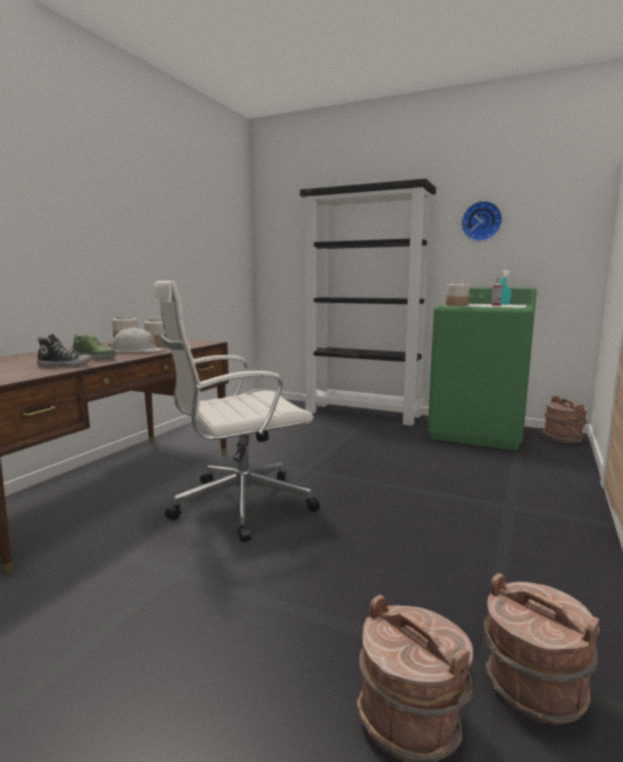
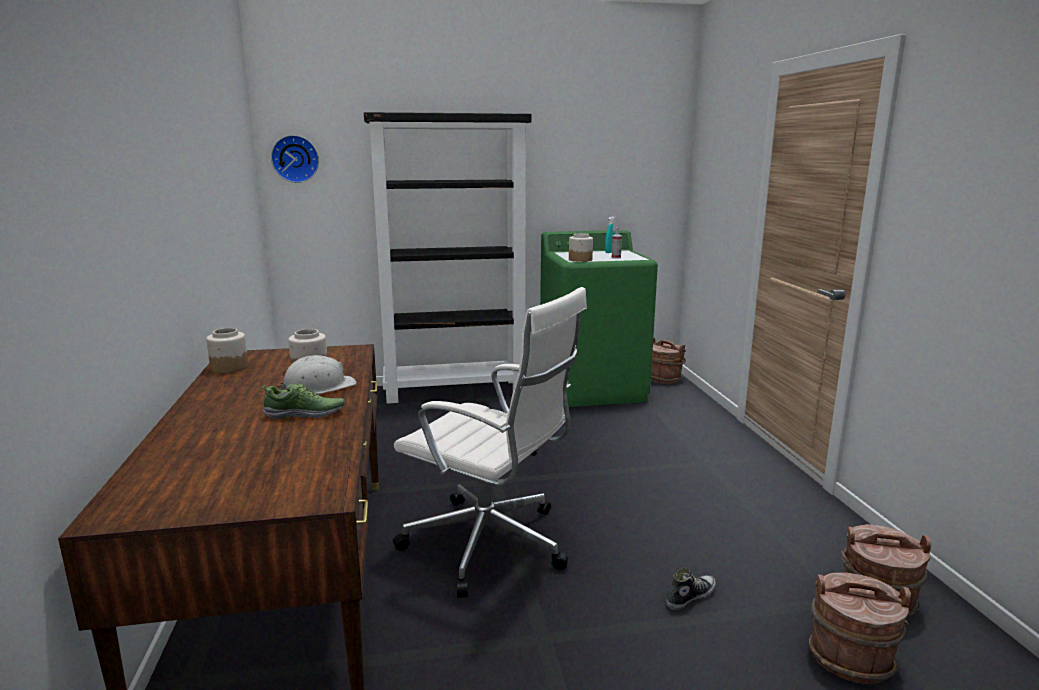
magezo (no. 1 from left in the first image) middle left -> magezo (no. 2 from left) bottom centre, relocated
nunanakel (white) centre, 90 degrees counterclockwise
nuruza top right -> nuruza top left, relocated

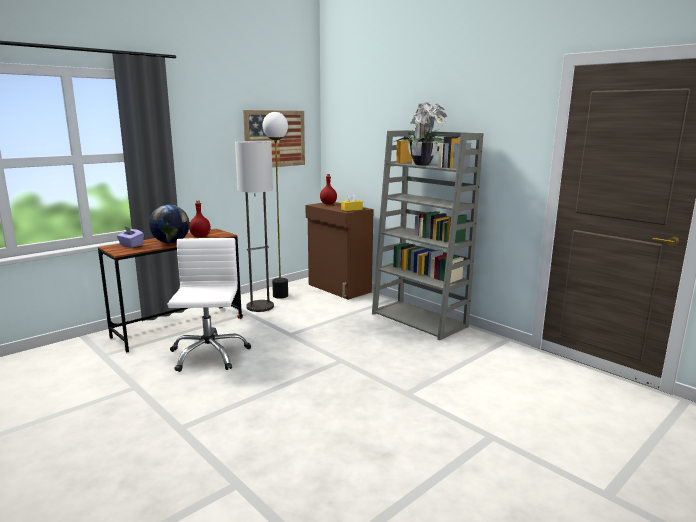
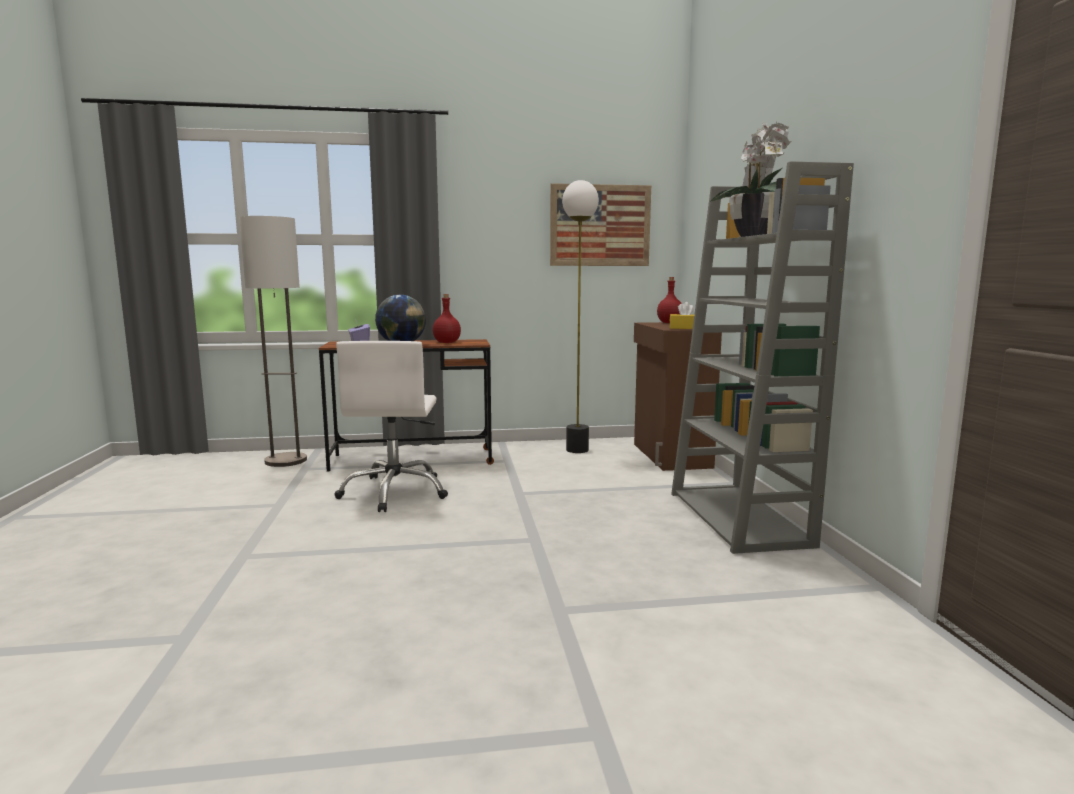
nunanakel (white) middle left -> nunanakel (white) centre, 150 degrees clockwise
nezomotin (no. 1 from left) centre -> nezomotin (no. 1 from left) middle left, relocated

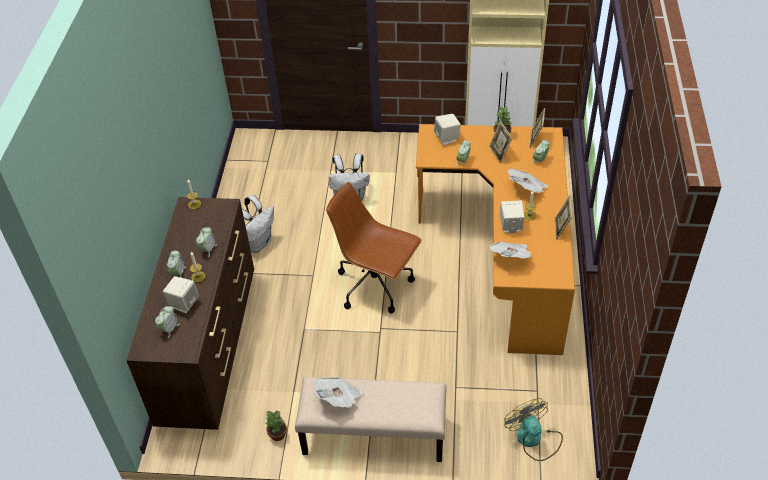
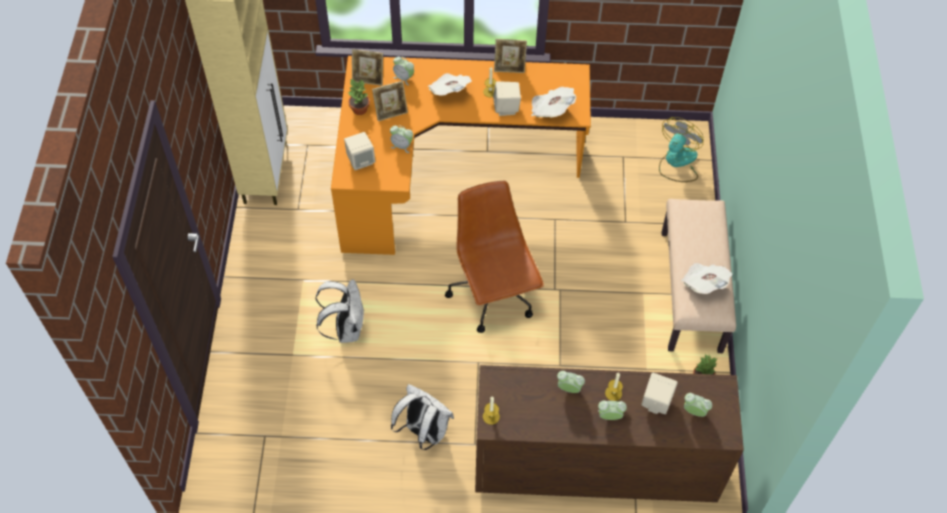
nunanakel (brown) centre, 135 degrees clockwise
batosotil bottom right -> batosotil top right, 150 degrees clockwise

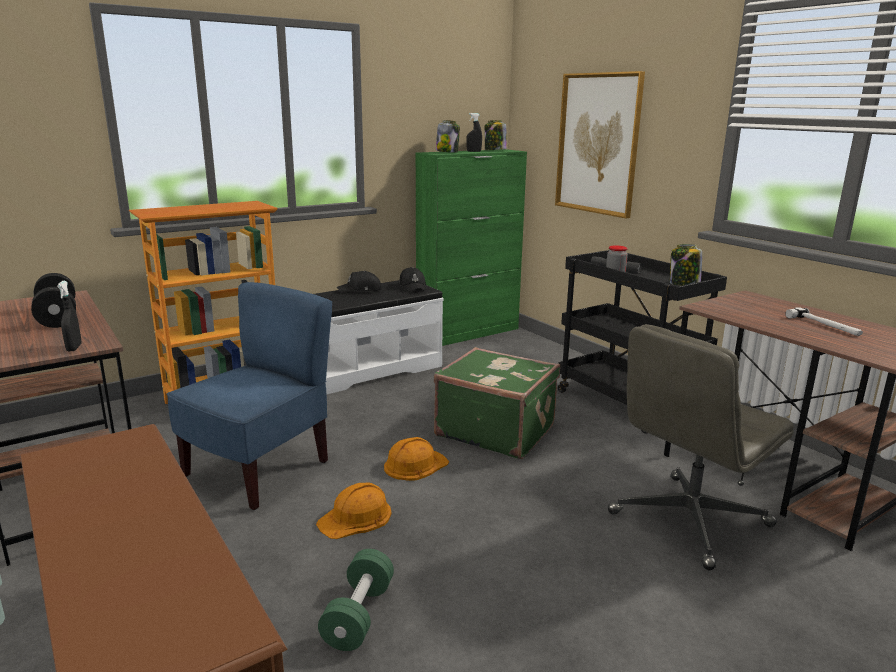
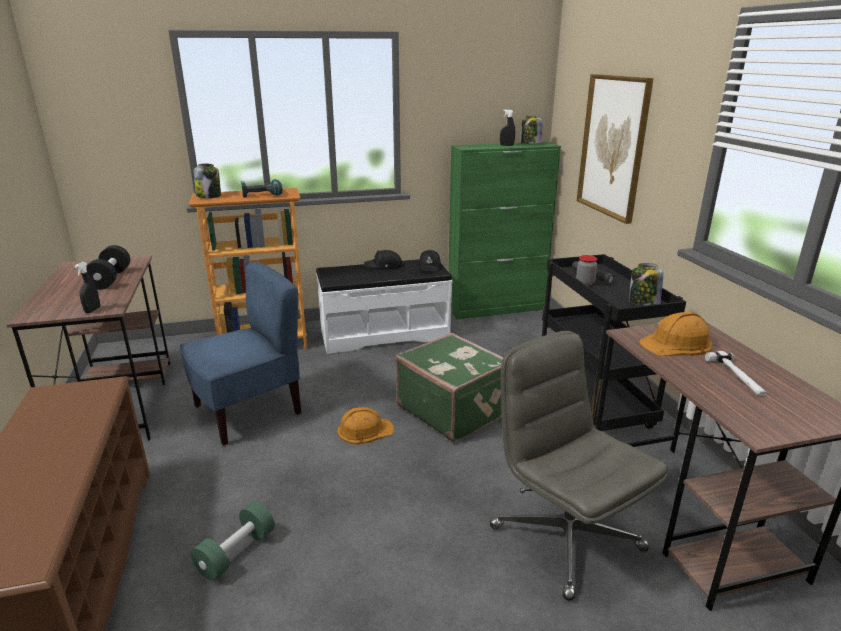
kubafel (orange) (no. 1 from left in the first image) bottom centre -> kubafel (orange) (no. 2 from left) middle right, relocated
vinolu (no. 1 from left) top centre -> vinolu (no. 1 from left) top left, relocated
nunanakel (grey) middle right -> nunanakel (grey) bottom right, 75 degrees clockwise
none -> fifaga top left

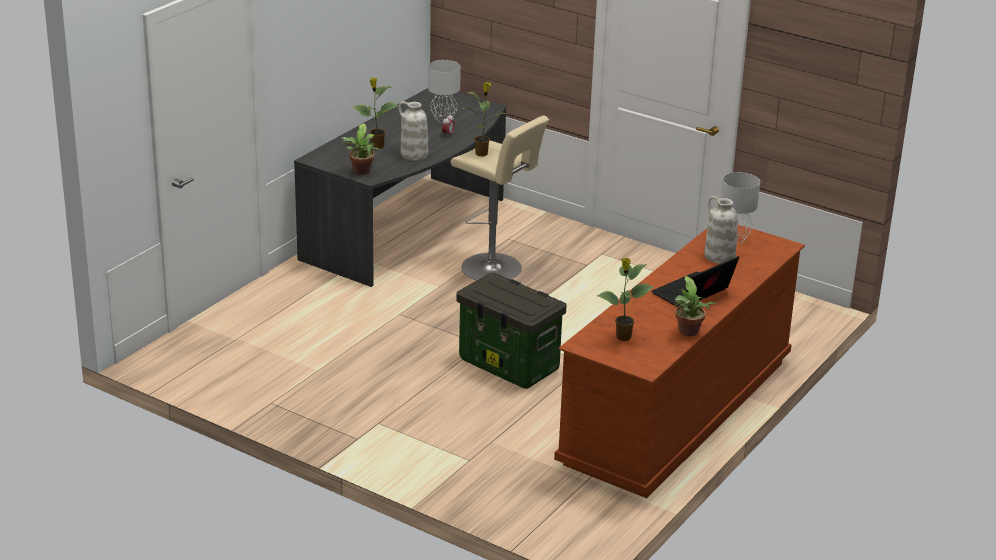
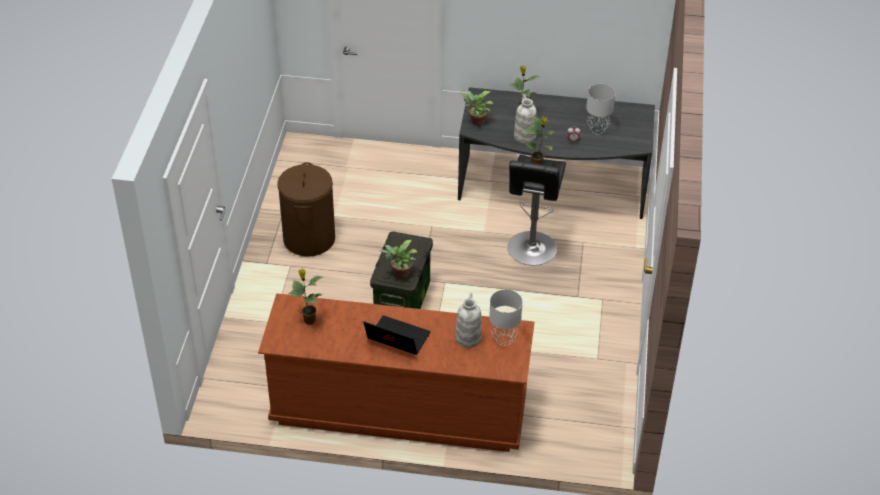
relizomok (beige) centre -> relizomok (black) centre
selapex (no. 5 from left in the first image) middle right -> selapex (no. 2 from left) centre, relocated
none -> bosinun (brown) centre

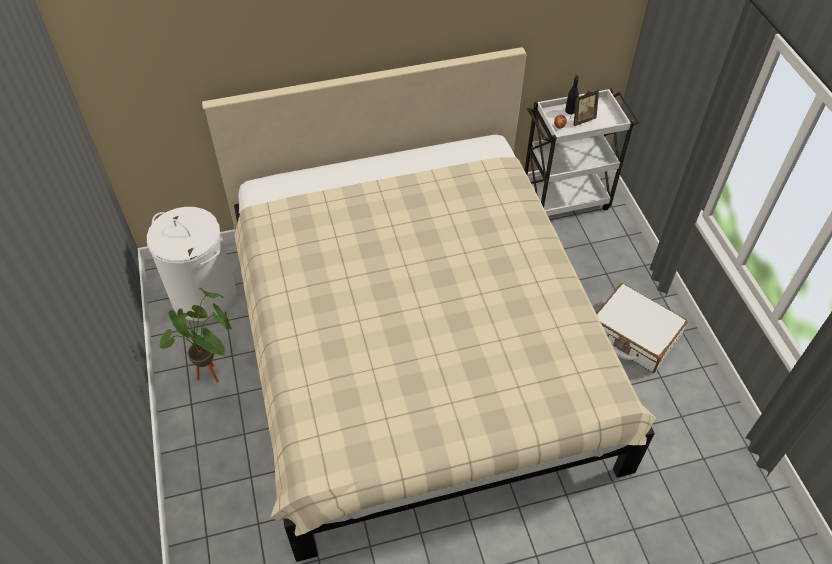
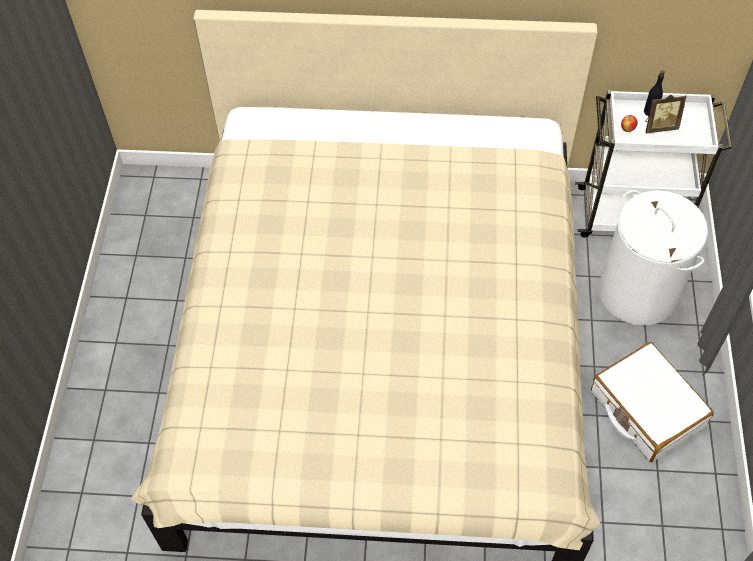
bosinun (white) middle left -> bosinun (white) middle right, relocated
selapex middle left -> none

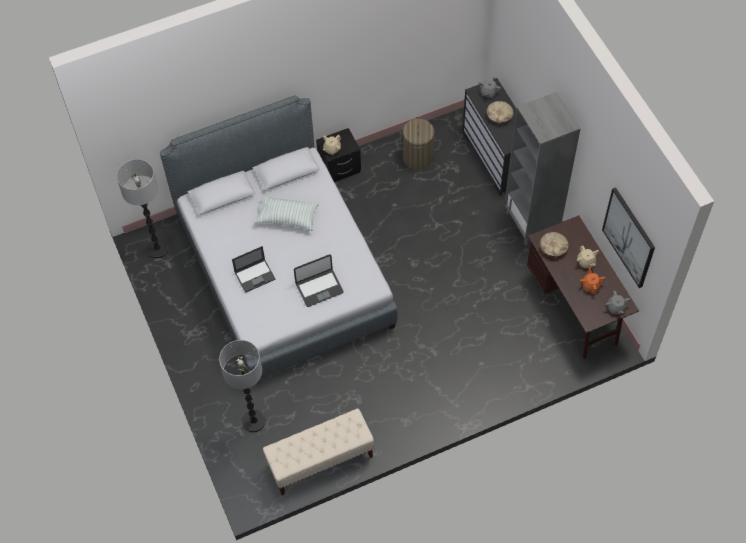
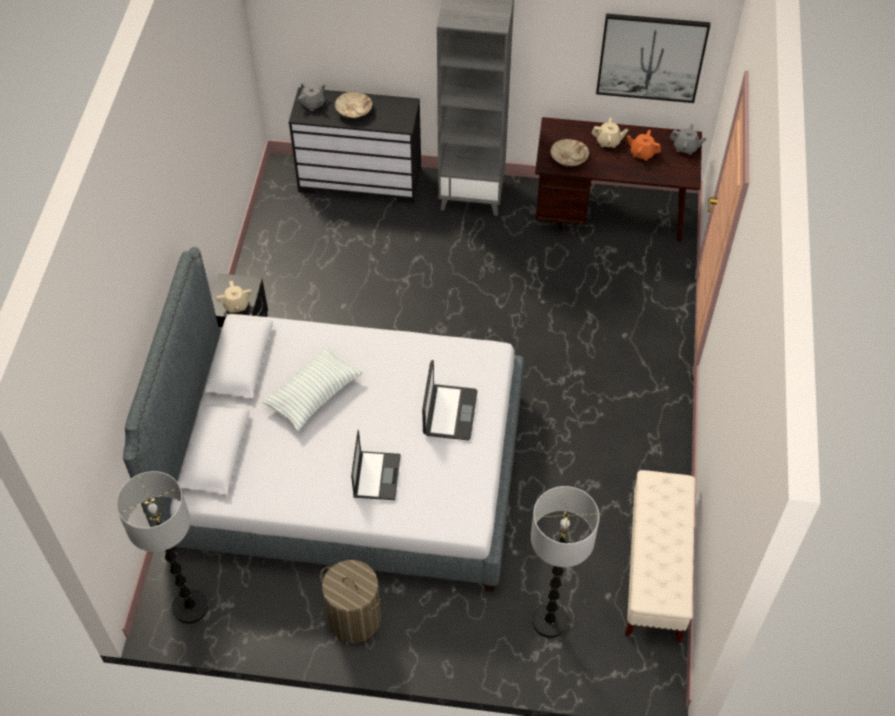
bosinun top centre -> bosinun bottom centre, relocated

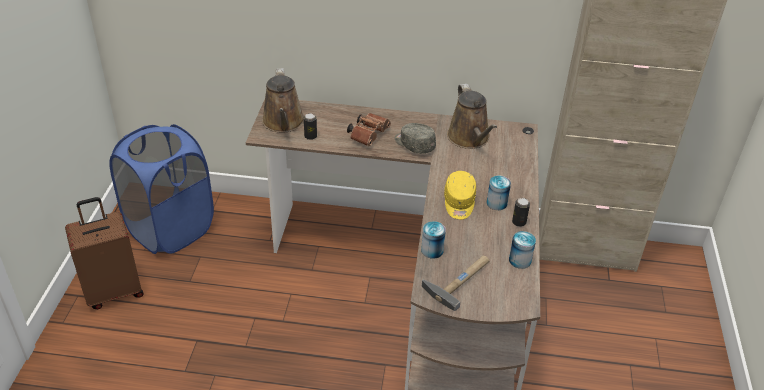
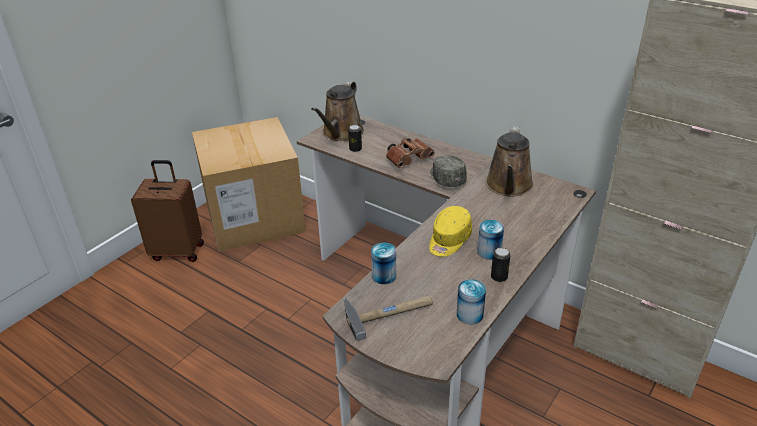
bosinun (blue) middle left -> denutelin middle left

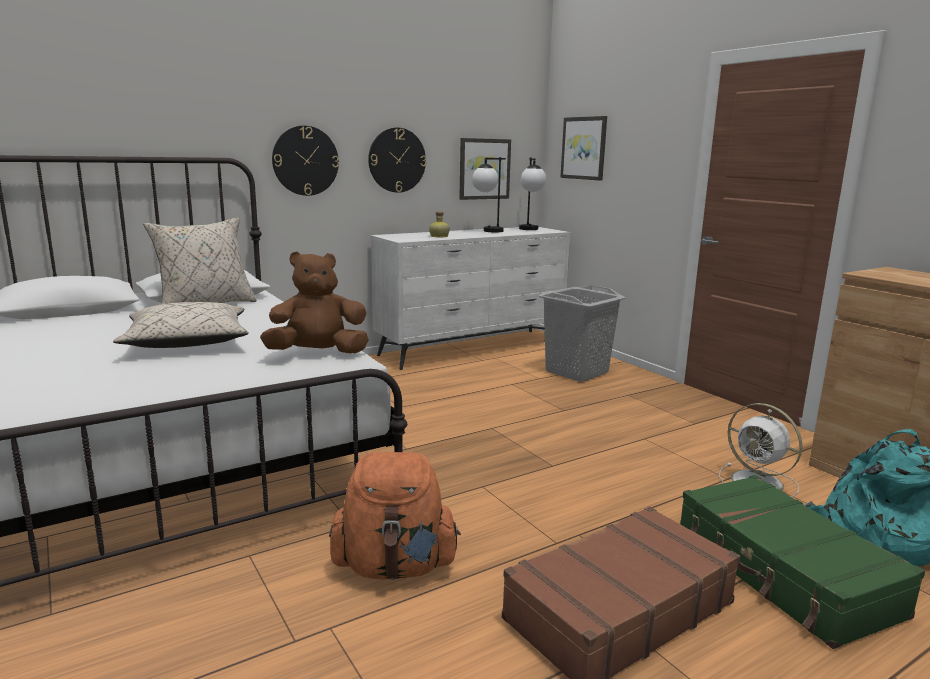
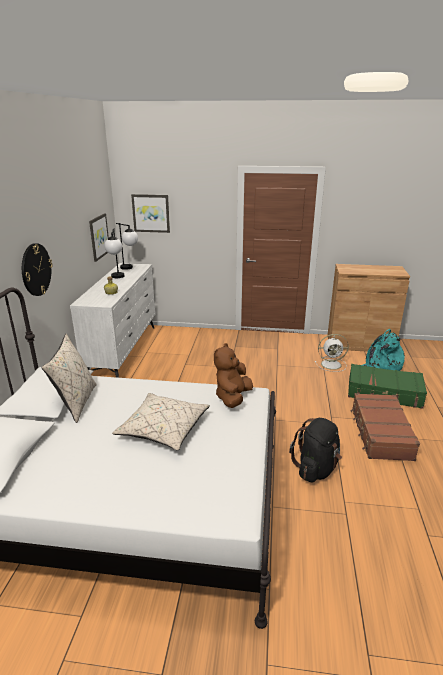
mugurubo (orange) bottom centre -> mugurubo (black) bottom right
nuruza (no. 2 from left) top centre -> none
bosinun (grey) centre -> none

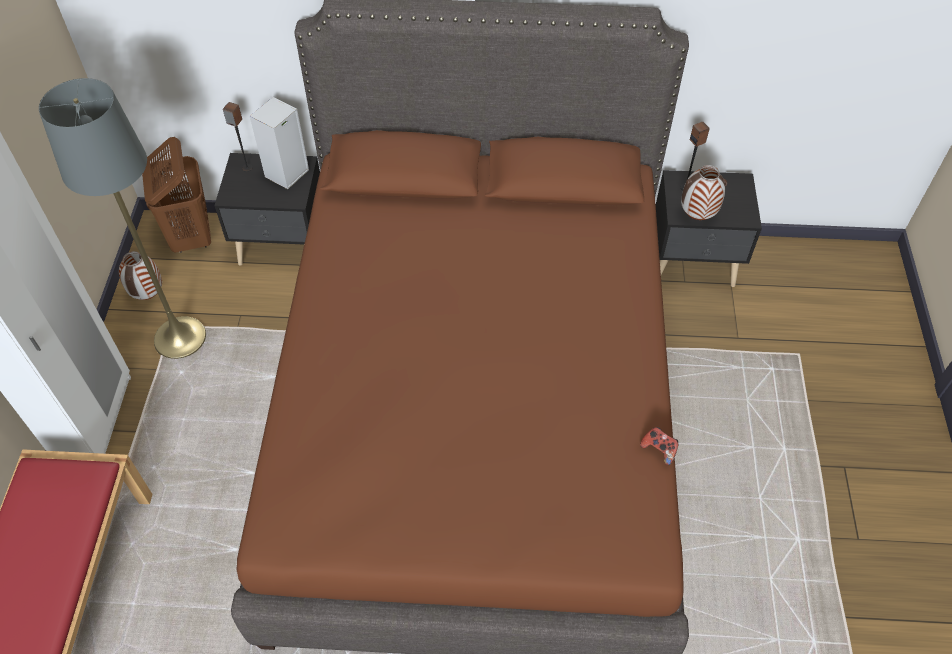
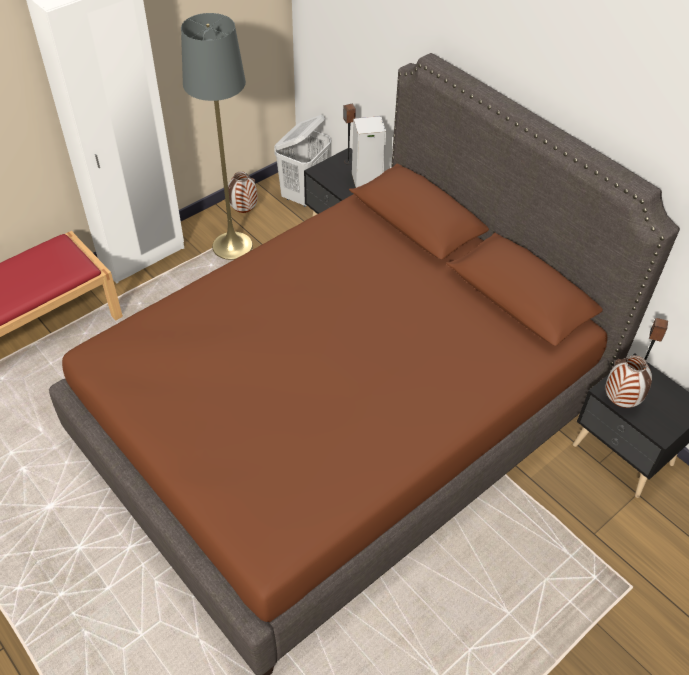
bosinun (brown) top left -> bosinun (white) top centre
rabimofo bottom right -> none

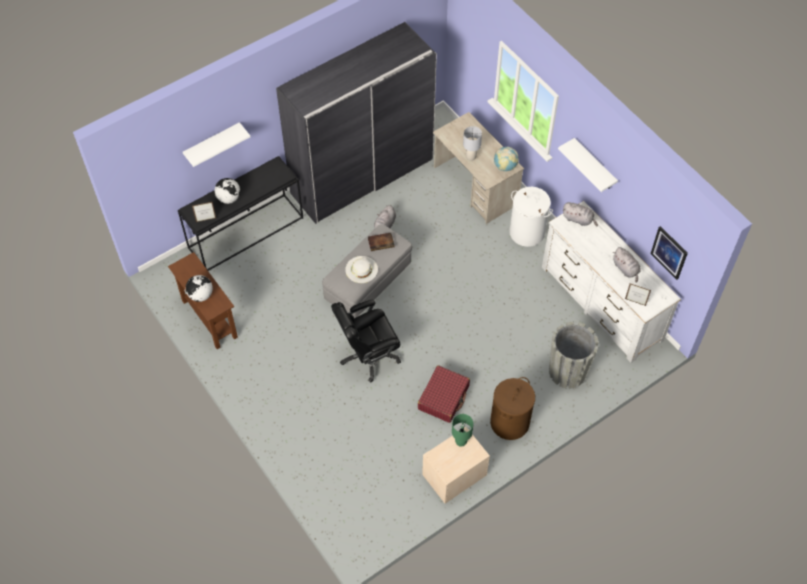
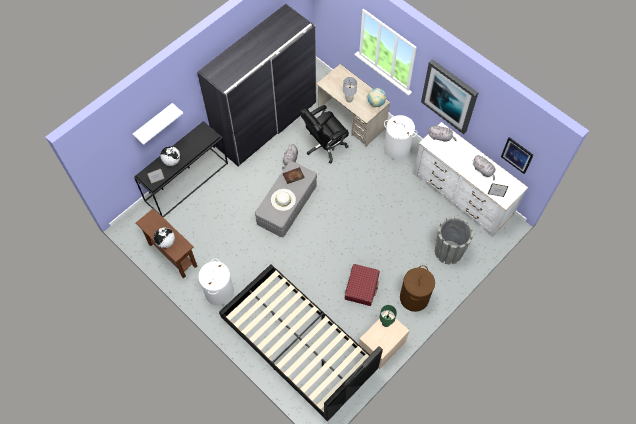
nunanakel (black) centre -> nunanakel (black) top centre, relocated
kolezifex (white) (no. 2 from left) top right -> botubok (no. 1 from left) top right
none -> bosinun (white) (no. 1 from left) centre
none -> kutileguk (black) bottom centre

